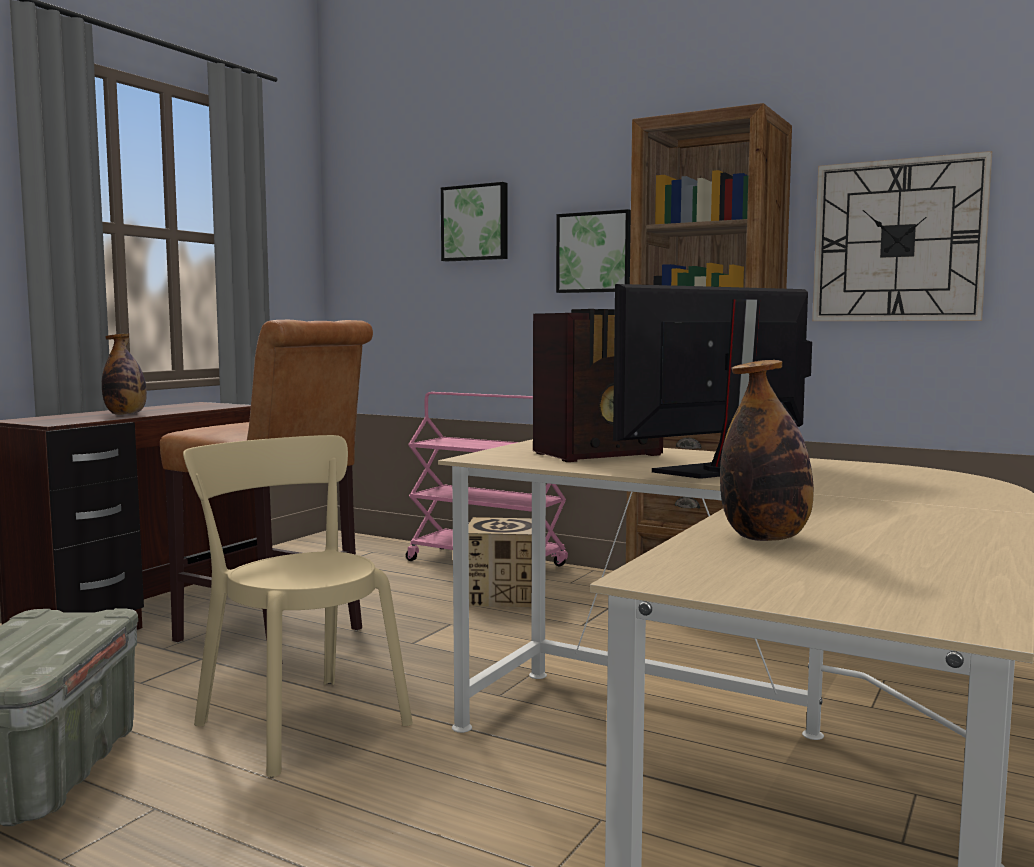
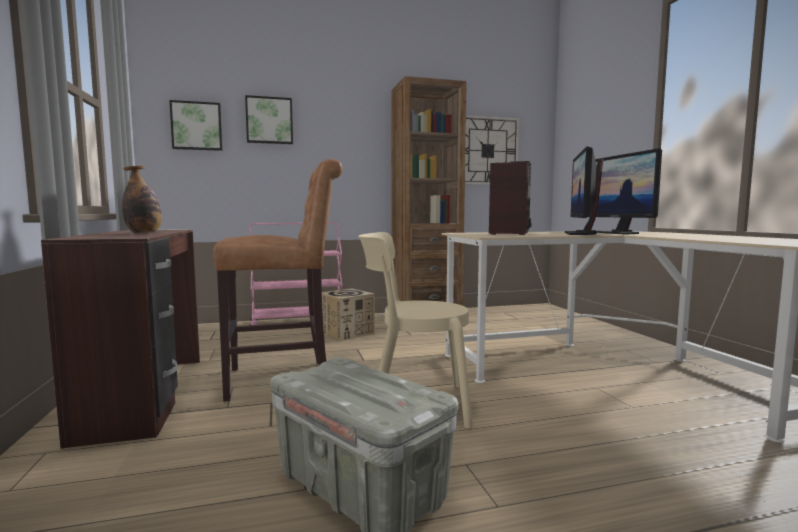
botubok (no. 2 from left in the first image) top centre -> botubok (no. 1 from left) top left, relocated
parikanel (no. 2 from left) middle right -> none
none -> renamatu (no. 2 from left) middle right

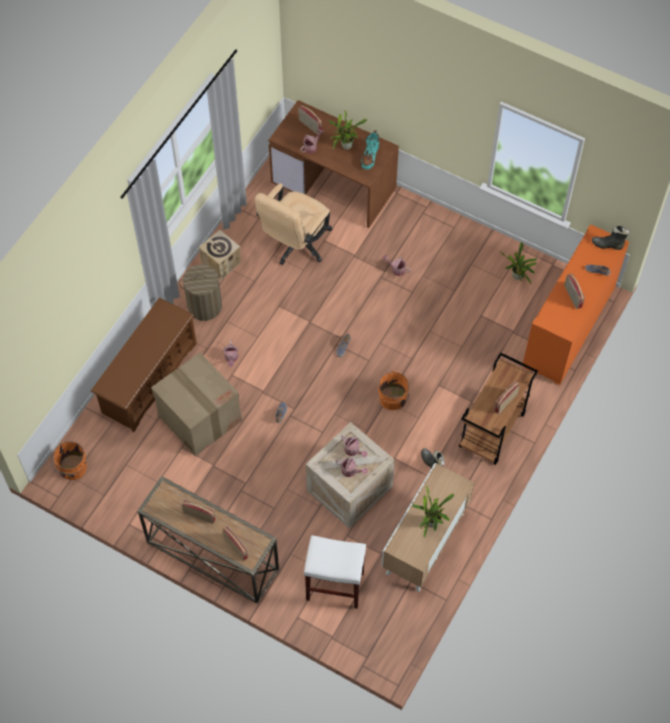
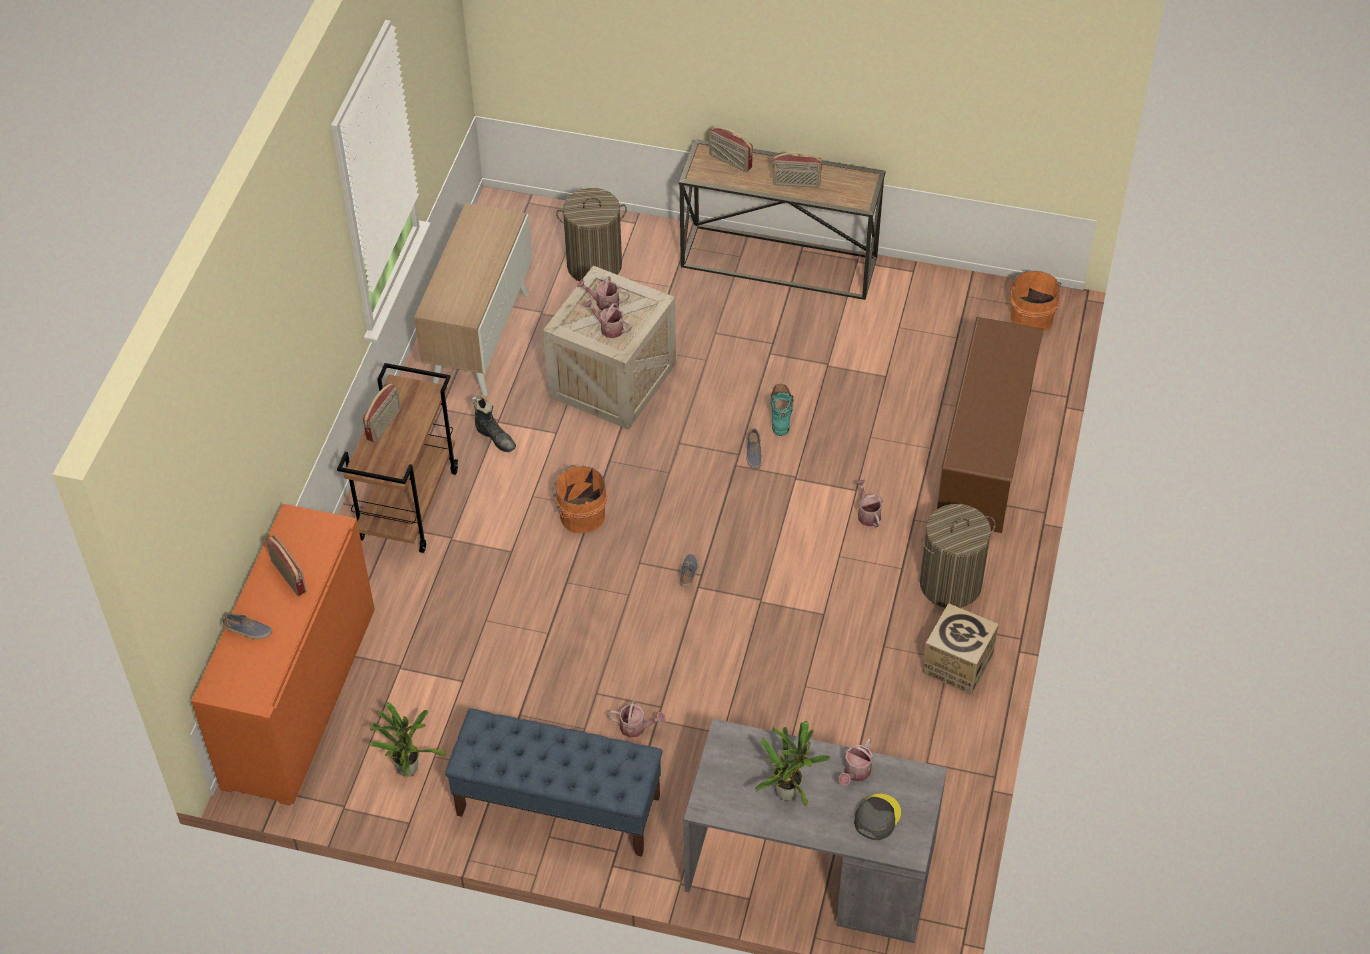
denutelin (no. 1 from left) middle left -> none
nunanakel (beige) top centre -> none
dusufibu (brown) top centre -> dusufibu (grey) bottom centre
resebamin (no. 3 from left) top centre -> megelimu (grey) bottom centre
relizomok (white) bottom centre -> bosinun (no. 1 from left) top centre
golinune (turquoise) top centre -> golinune (turquoise) centre, relocated
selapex (no. 2 from left) bottom centre -> none
golinune (black) (no. 2 from left) top right -> none
none -> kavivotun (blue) bottom centre

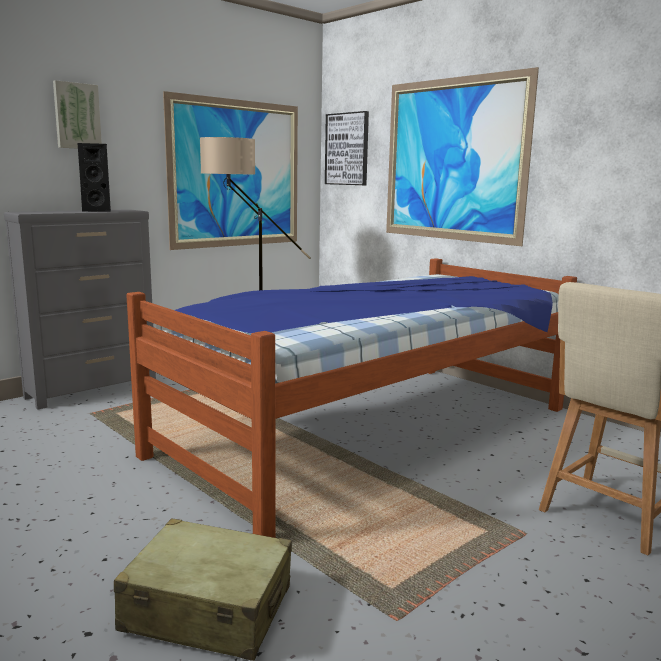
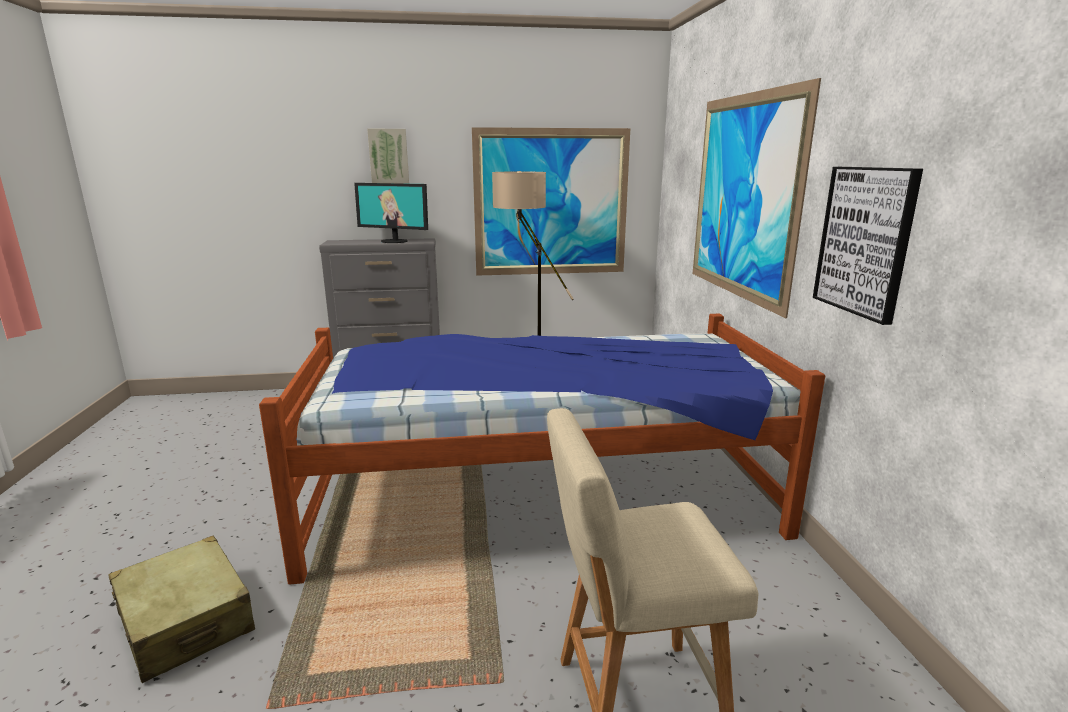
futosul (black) top left -> renamatu top centre
botubok (no. 3 from left in the first image) top centre -> botubok (no. 4 from left) middle right, relocated

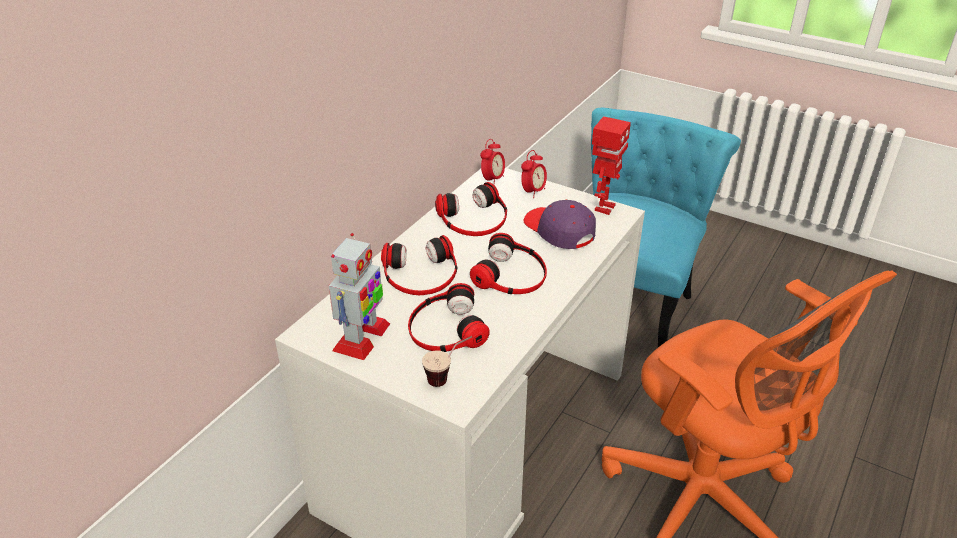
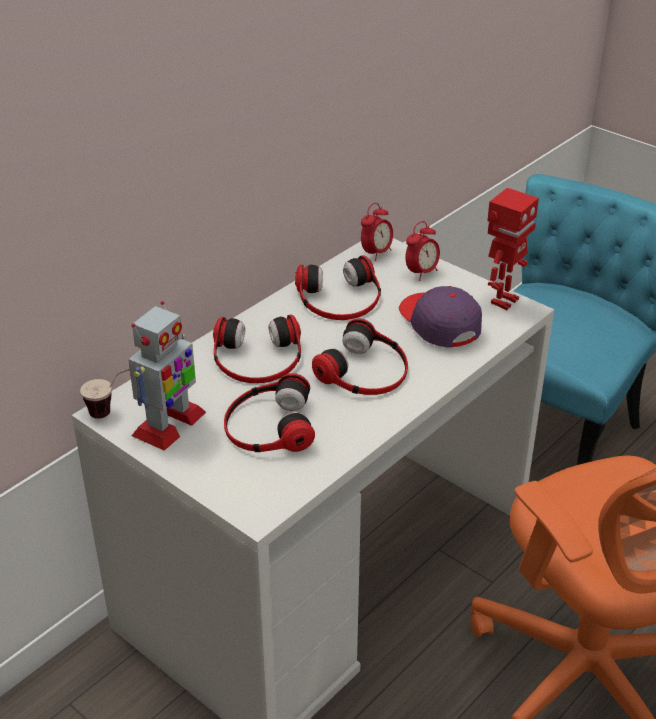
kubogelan bottom centre -> kubogelan middle left, relocated

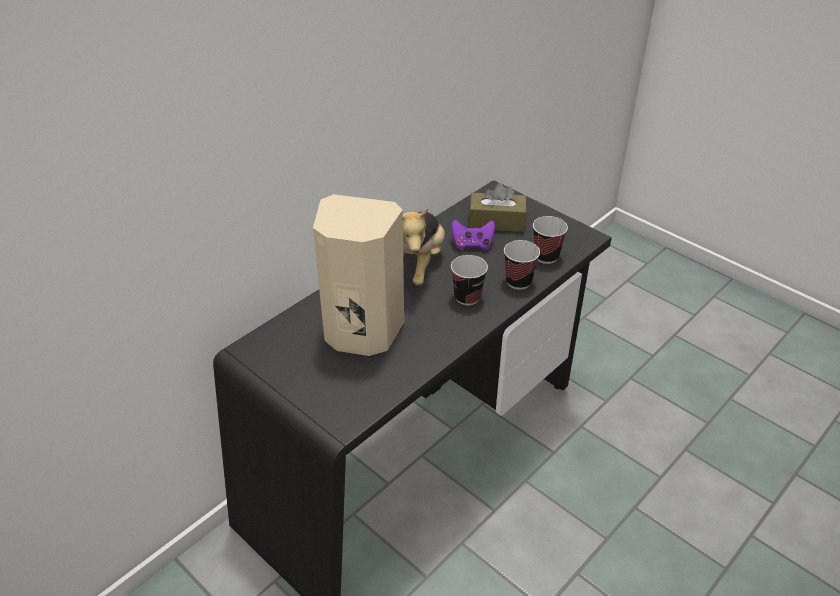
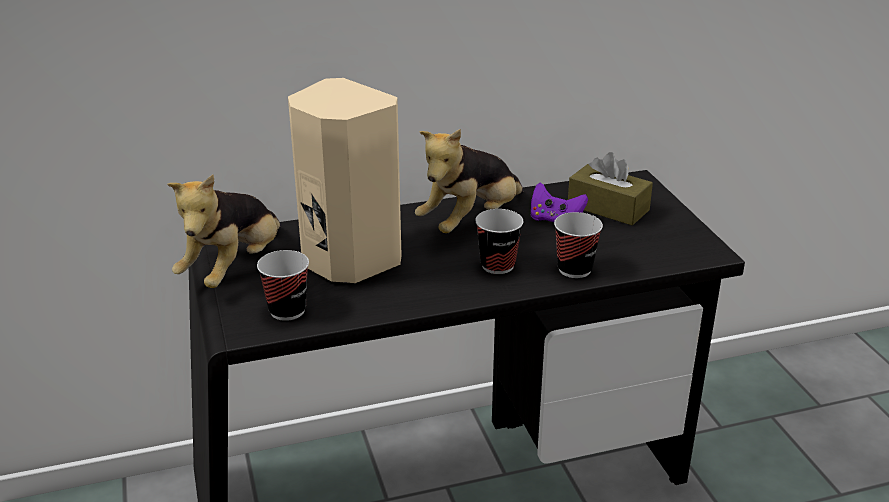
kubogelan (no. 3 from left in the first image) centre -> kubogelan (no. 1 from left) middle left, relocated
none -> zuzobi (no. 1 from left) middle left

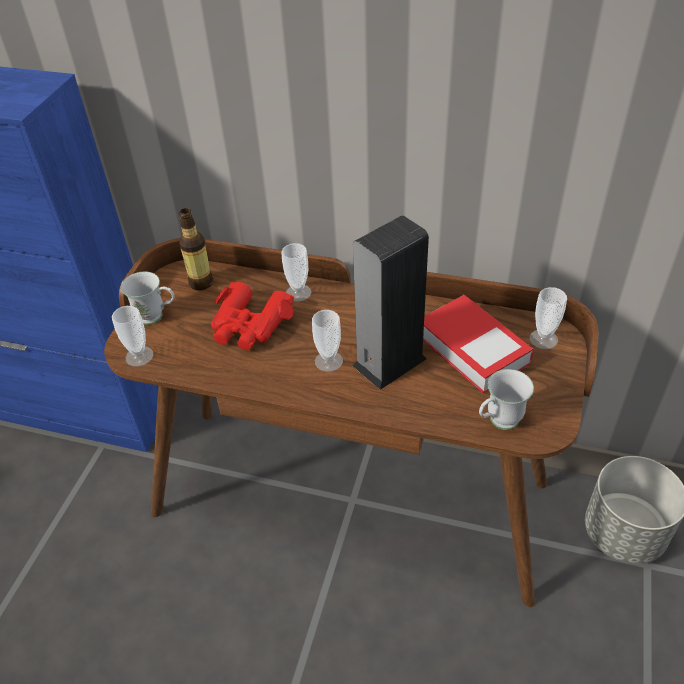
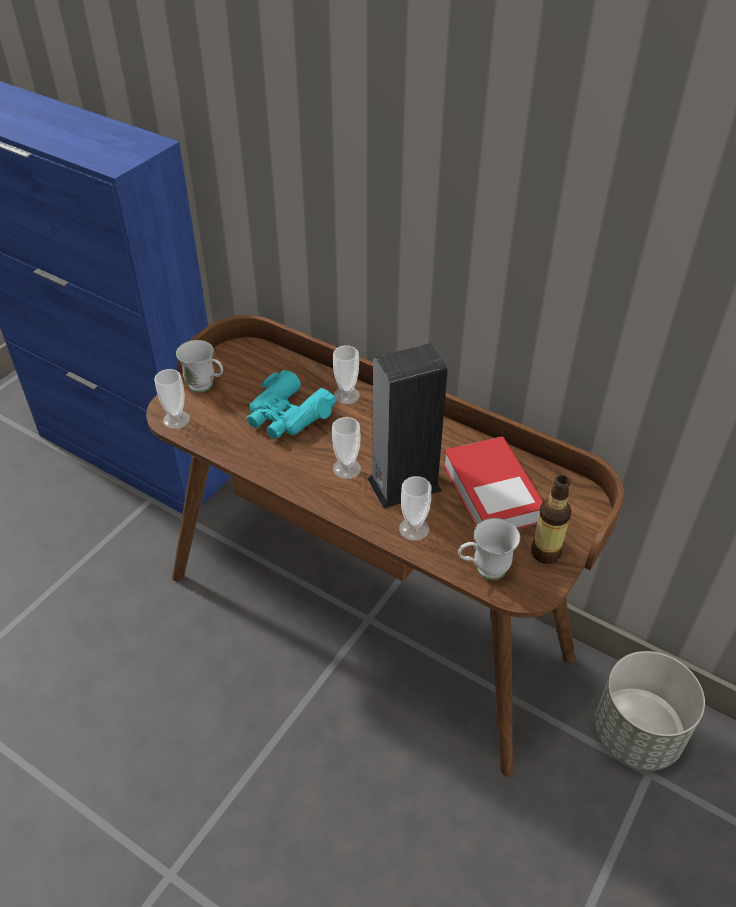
parikanel middle left -> parikanel middle right, relocated
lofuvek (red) centre -> lofuvek (turquoise) centre
kubogelan (no. 4 from left) middle right -> kubogelan (no. 4 from left) centre, relocated

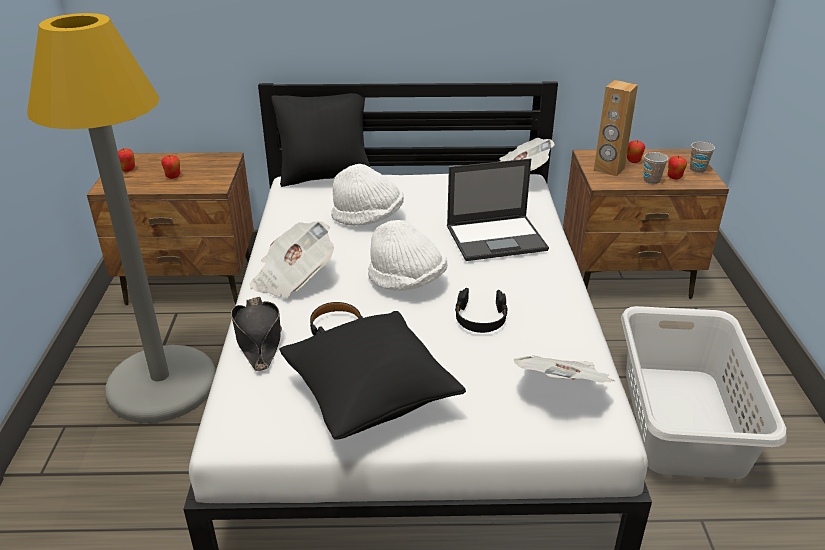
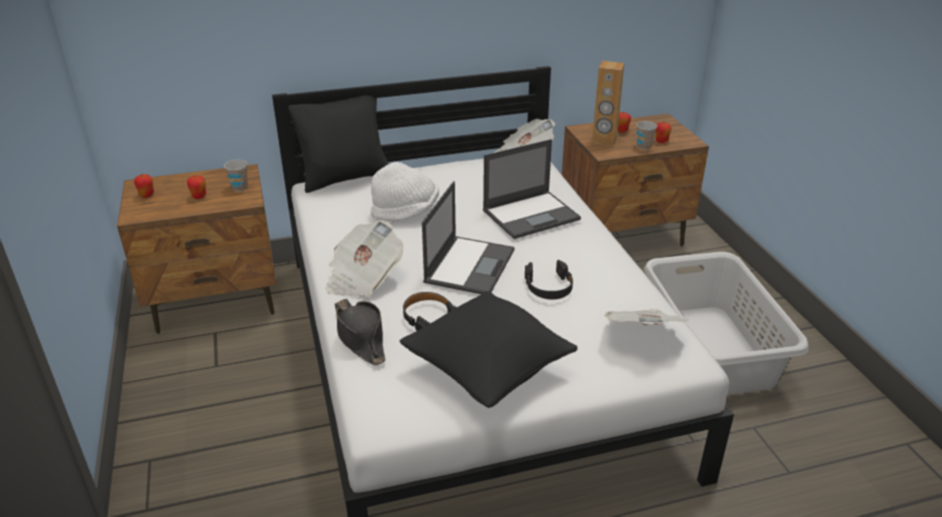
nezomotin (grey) middle left -> none
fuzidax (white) (no. 2 from left) centre -> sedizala (no. 1 from left) centre
kubogelan (no. 2 from left in the first image) top right -> kubogelan (no. 1 from left) middle left, relocated

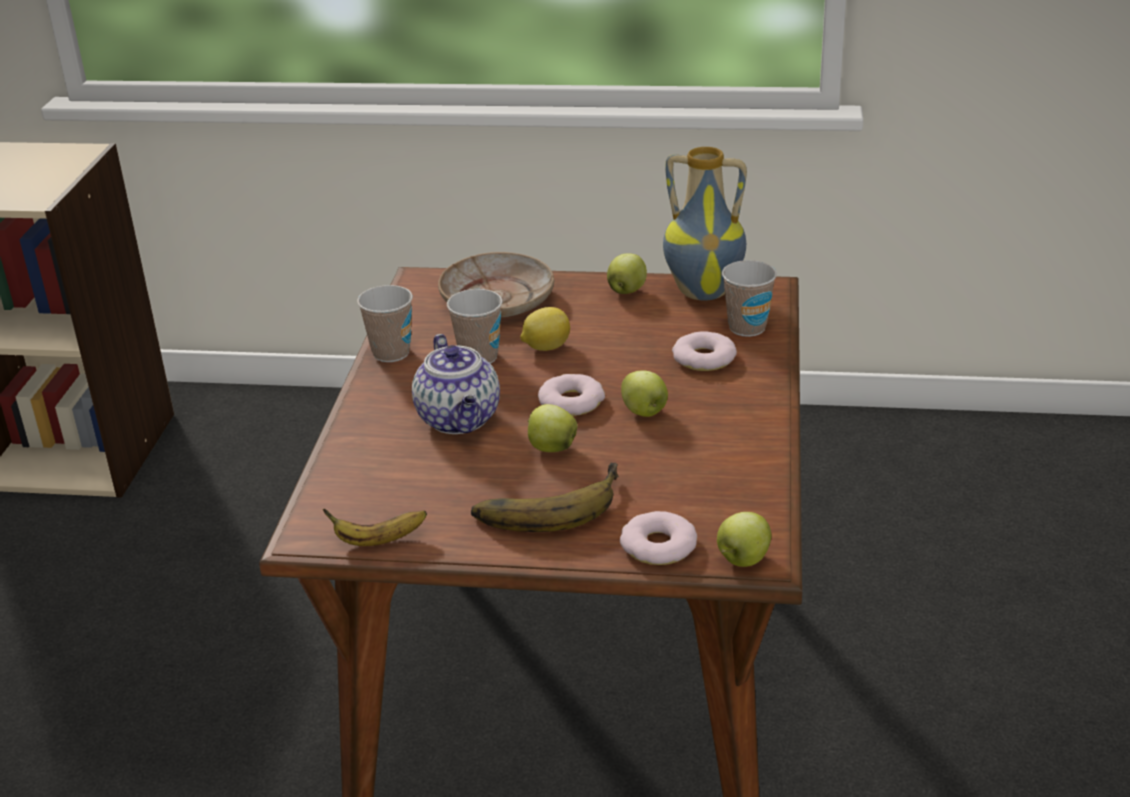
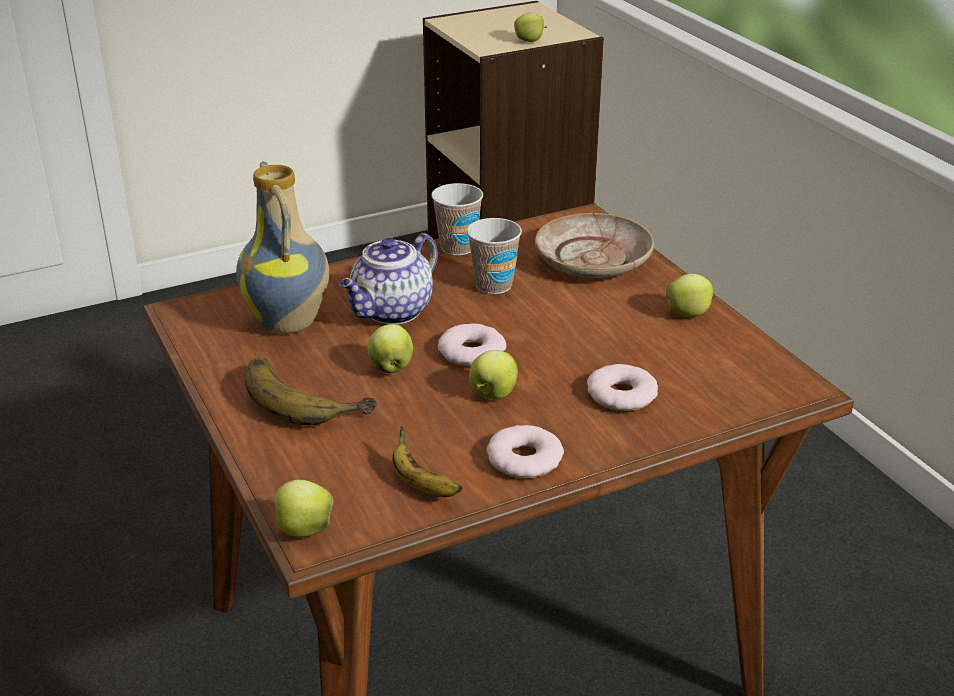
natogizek (no. 1 from left in the first image) middle left -> natogizek (no. 2 from left) centre, relocated
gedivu centre -> none
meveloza (no. 2 from left) bottom centre -> meveloza (no. 2 from left) centre, relocated
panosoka top centre -> panosoka middle left, relocated
kubogelan (no. 3 from left) centre -> none
none -> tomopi (no. 4 from left) top centre

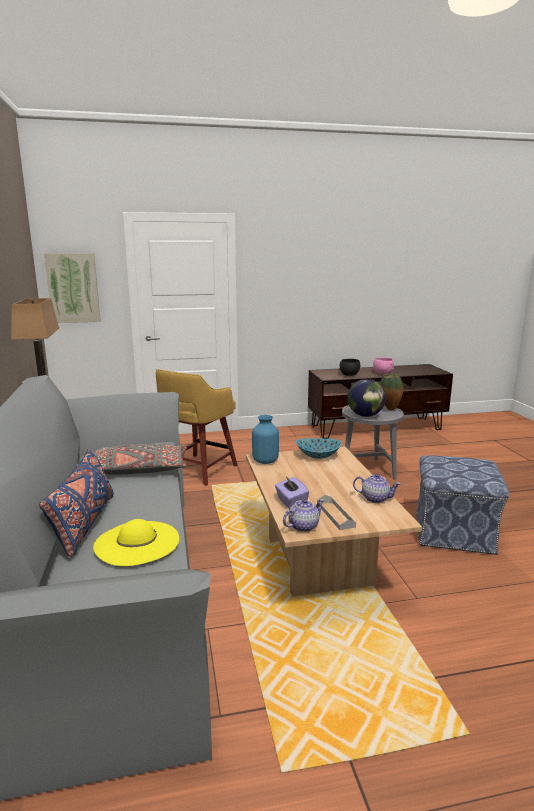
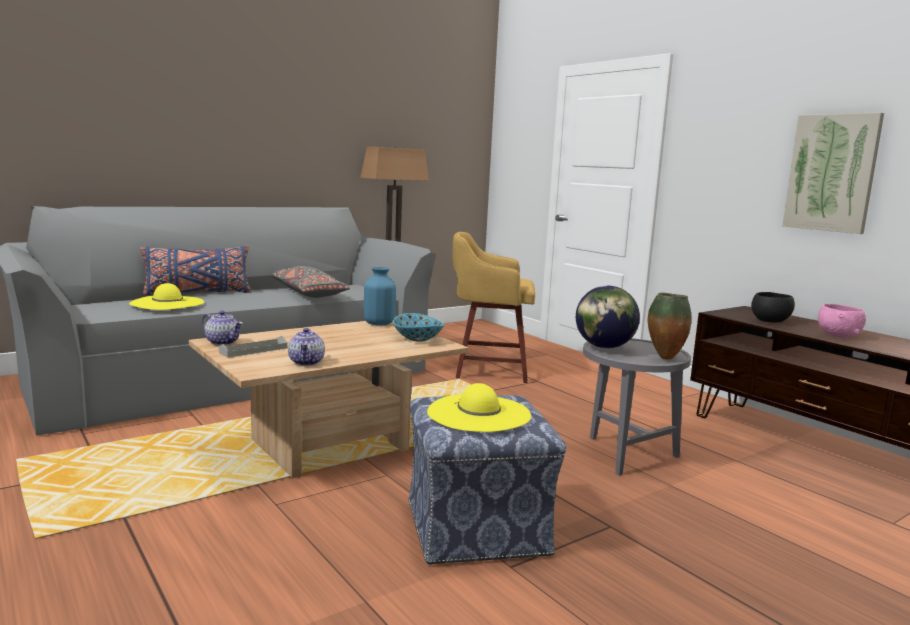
botubok middle left -> botubok top right, relocated
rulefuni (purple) centre -> none
none -> fuzidax (yellow) (no. 2 from left) centre

